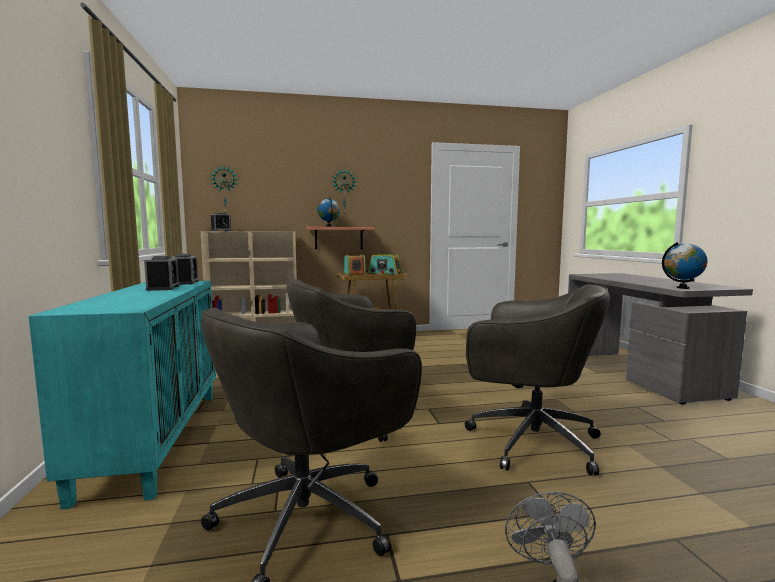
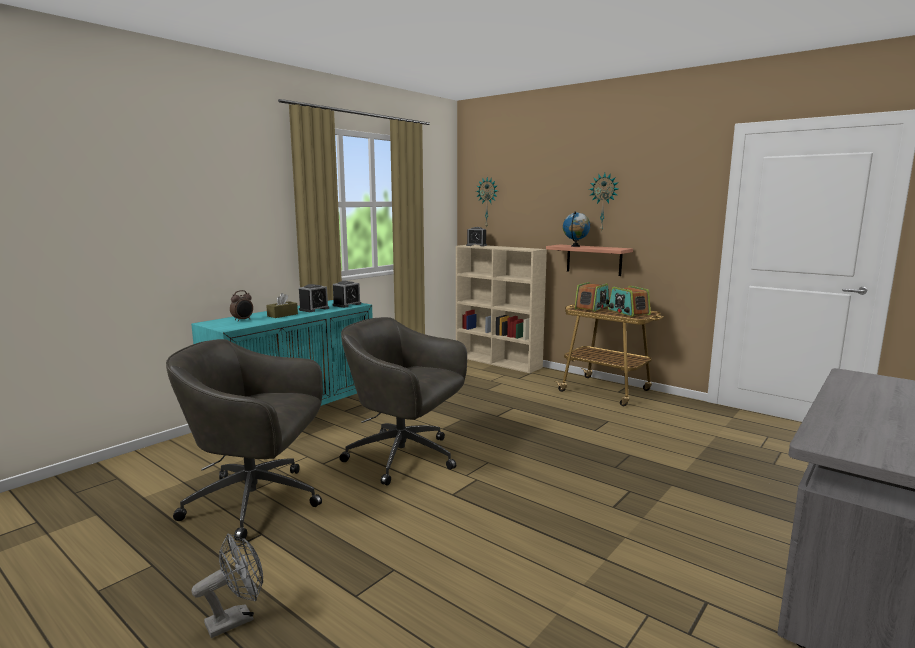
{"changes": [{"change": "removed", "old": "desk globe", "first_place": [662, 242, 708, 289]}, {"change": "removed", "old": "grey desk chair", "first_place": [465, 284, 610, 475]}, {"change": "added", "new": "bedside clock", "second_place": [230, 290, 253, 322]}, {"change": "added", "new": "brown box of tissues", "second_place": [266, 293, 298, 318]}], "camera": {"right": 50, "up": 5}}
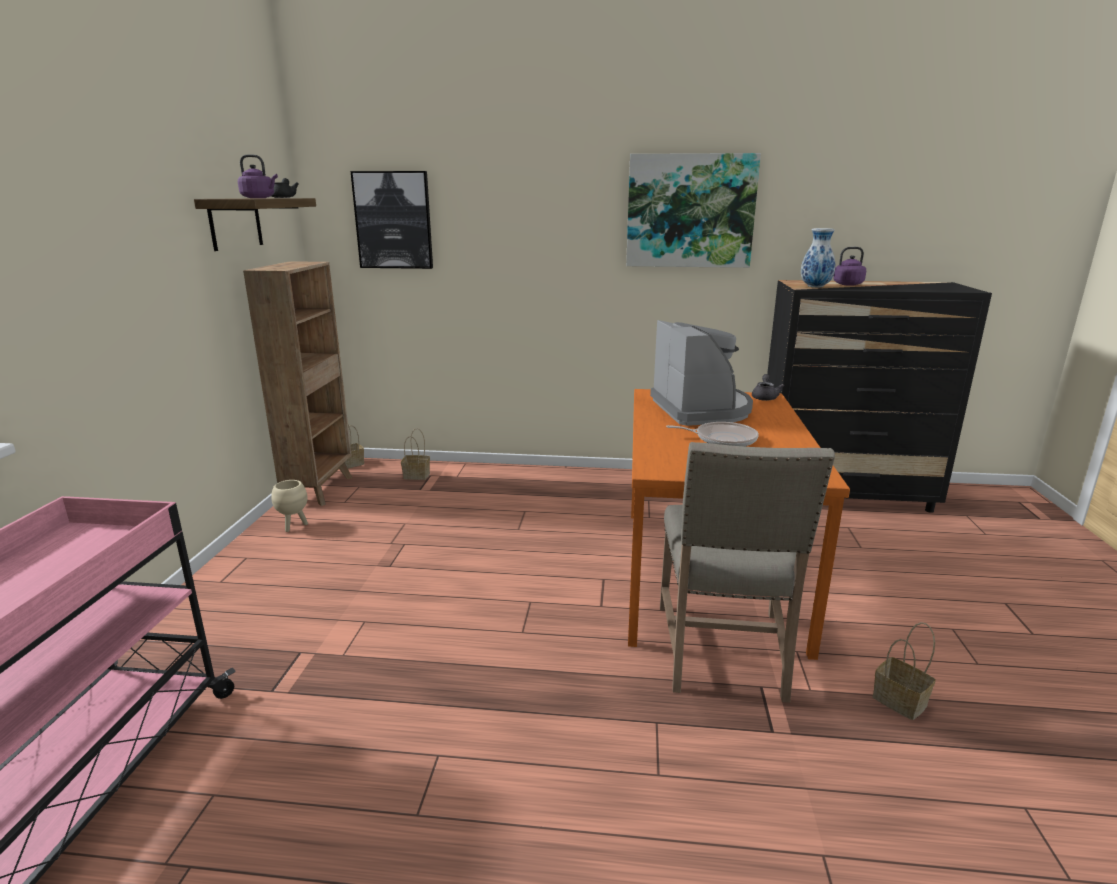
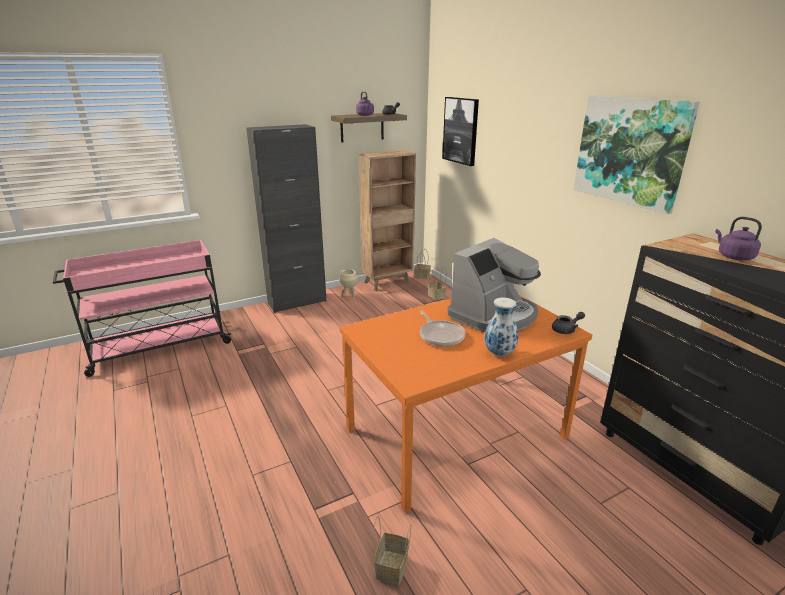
{"changes": [{"change": "moved", "old": "vase", "first_place": [801, 228, 836, 288], "second_place": [485, 297, 518, 356]}, {"change": "removed", "old": "sand-coloured chair", "first_place": [660, 442, 835, 703]}, {"change": "added", "new": "black-coloured cupboard", "second_place": [246, 124, 327, 313]}], "camera": {"right": 55, "up": 5}}
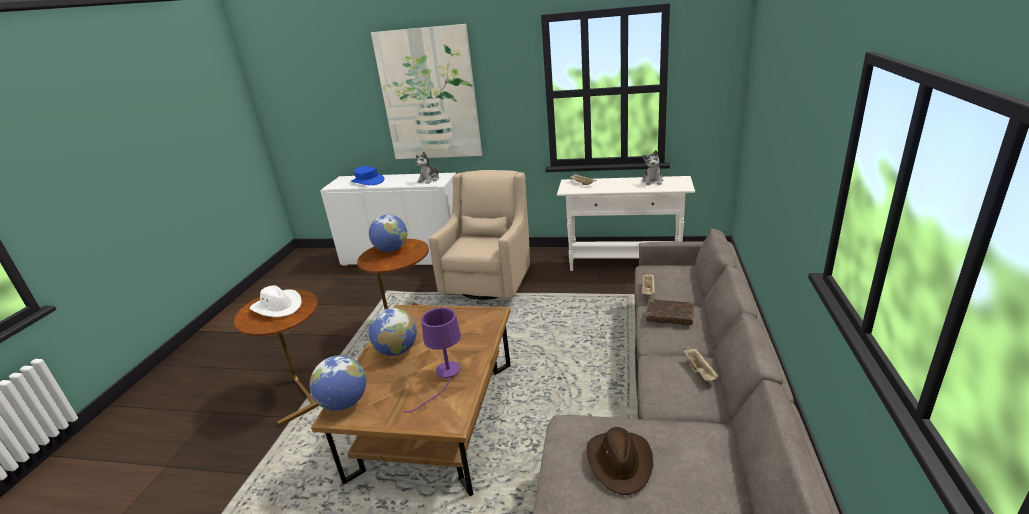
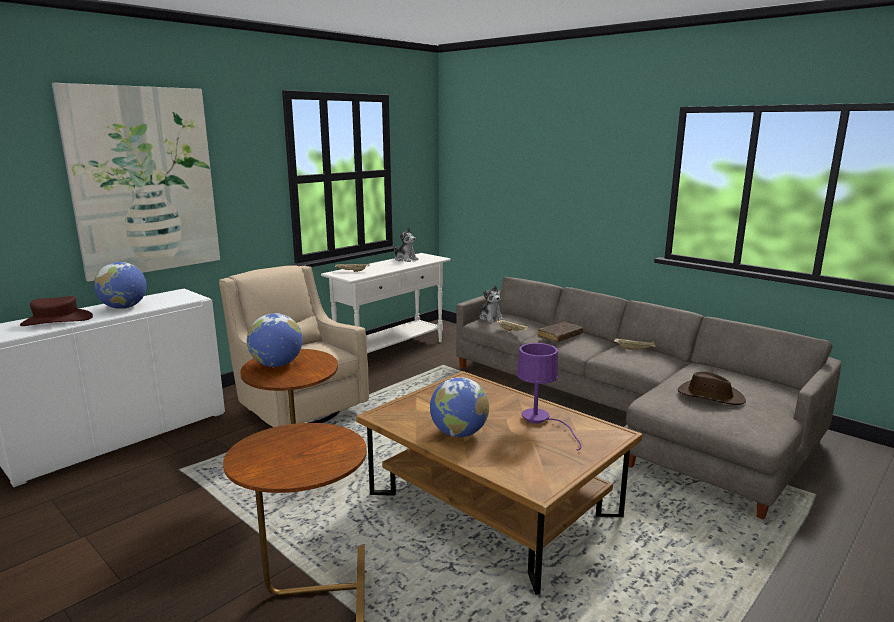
{"changes": [{"change": "moved", "old": "plush toy", "first_place": [415, 152, 439, 184], "second_place": [479, 285, 504, 323]}, {"change": "recoloured", "old": "blue hat", "new": "brown hat", "first_place": [351, 166, 384, 185], "second_place": [20, 296, 93, 326]}, {"change": "removed", "old": "white-coloured hat", "first_place": [250, 285, 302, 317]}, {"change": "moved", "old": "desk globe", "first_place": [310, 355, 366, 411], "second_place": [94, 262, 147, 309]}], "camera": {"right": -60, "up": -10}}
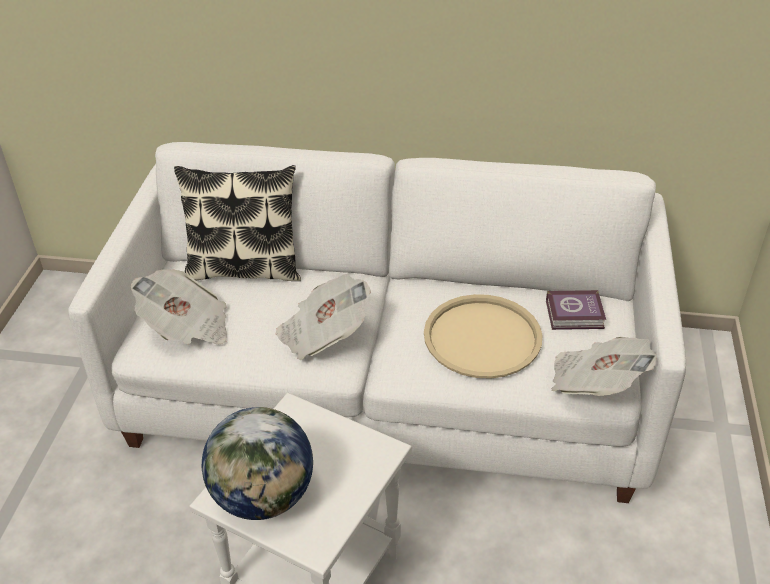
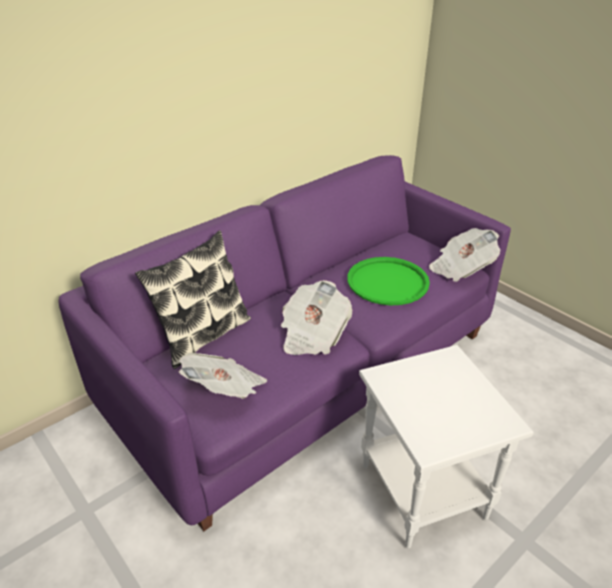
{"changes": [{"change": "recoloured", "old": "white-coloured settee", "new": "purple settee", "first_place": [68, 142, 686, 503], "second_place": [58, 155, 511, 531]}, {"change": "removed", "old": "bound book", "first_place": [546, 290, 606, 330]}, {"change": "recoloured", "old": "sand-coloured tray", "new": "greenish tray", "first_place": [424, 294, 543, 379], "second_place": [347, 257, 430, 305]}, {"change": "removed", "old": "desk globe", "first_place": [202, 407, 313, 520]}], "camera": {"right": -50, "up": -5}}
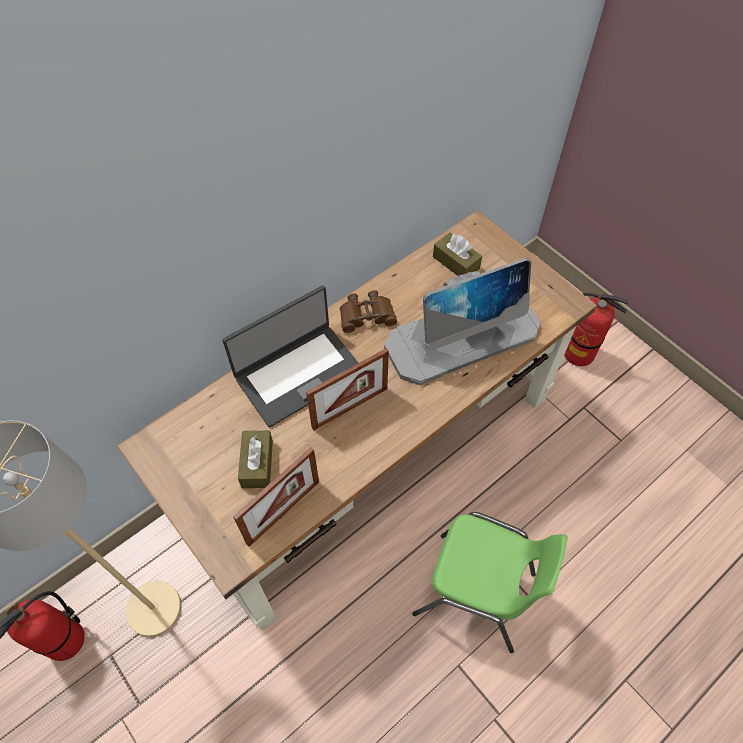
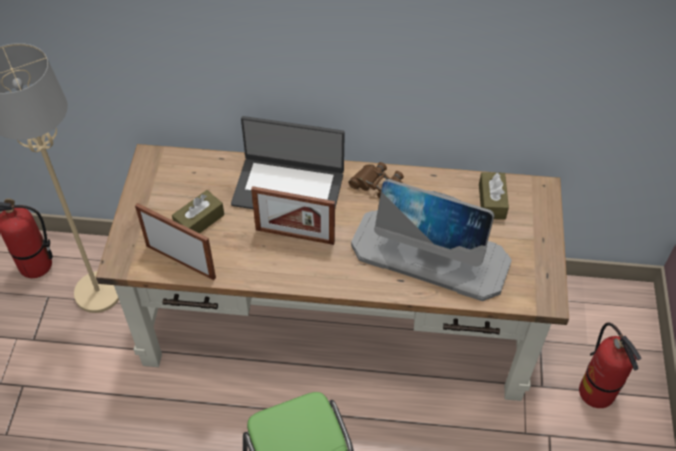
{"changes": [{"change": "turned", "old": "standing frame", "first_place": [233, 447, 319, 547], "second_place": [135, 203, 216, 280], "degrees": -150}], "camera": {"right": 45, "up": -5}}
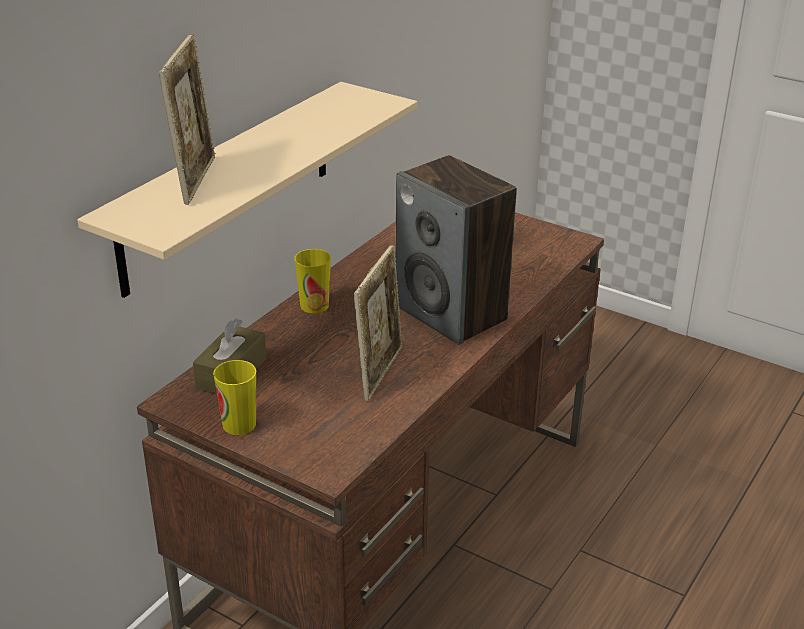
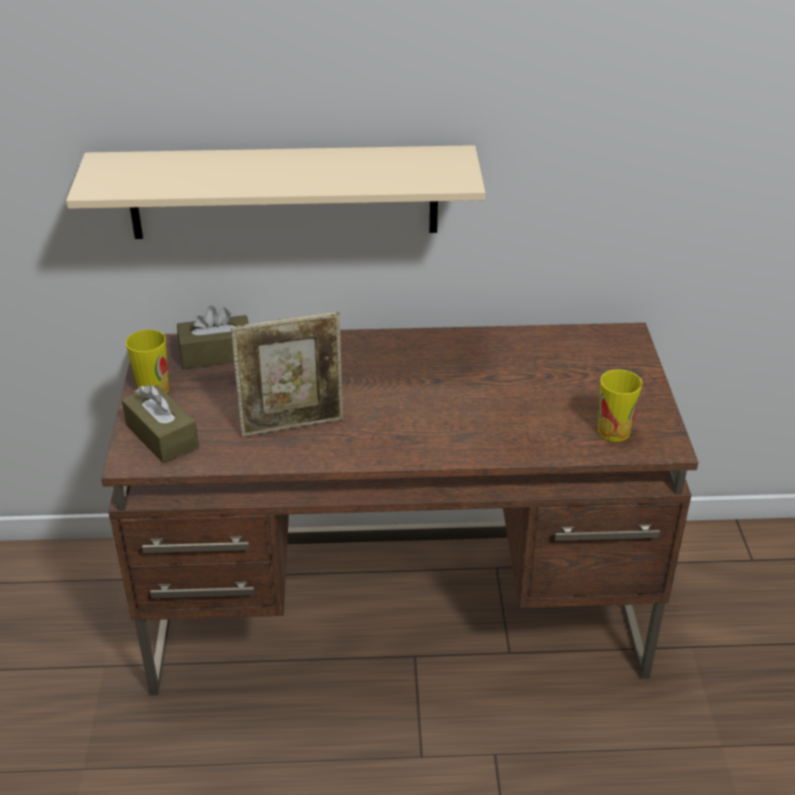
{"changes": [{"change": "removed", "old": "standing frame", "first_place": [159, 34, 215, 205]}, {"change": "removed", "old": "loudspeaker", "first_place": [396, 155, 517, 345]}, {"change": "moved", "old": "small cup", "first_place": [295, 249, 331, 313], "second_place": [598, 369, 642, 442]}, {"change": "added", "new": "brown box of tissues", "second_place": [122, 384, 199, 464]}], "camera": {"right": 55, "up": 5}}
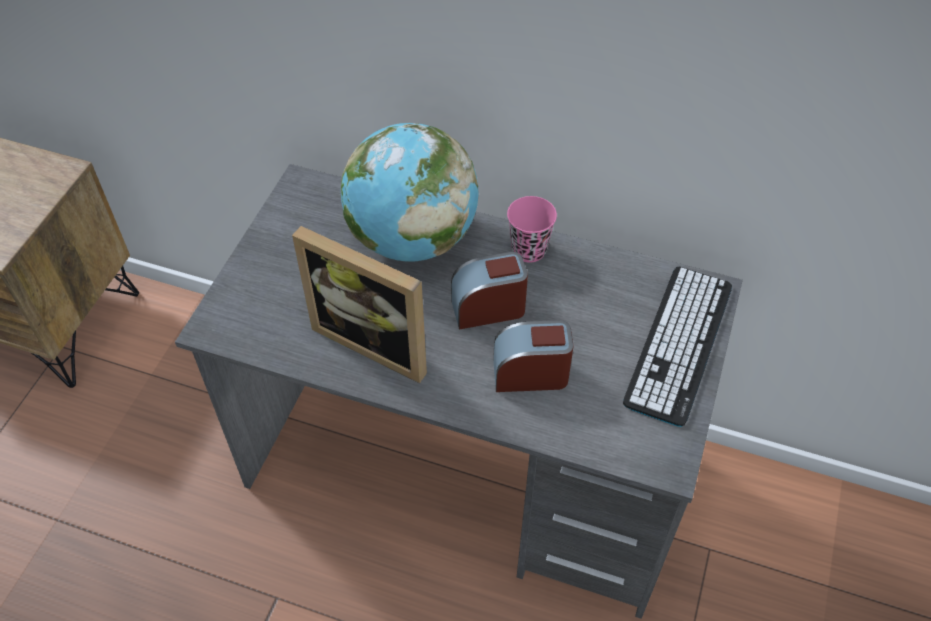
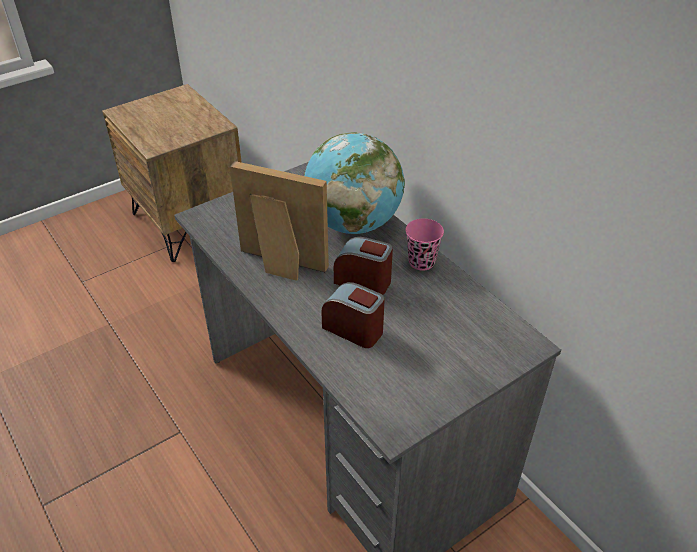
{"changes": [{"change": "turned", "old": "standing frame", "first_place": [292, 226, 427, 383], "second_place": [230, 161, 329, 281], "degrees": 135}, {"change": "removed", "old": "keyboard", "first_place": [623, 266, 732, 427]}], "camera": {"right": 35, "up": -10}}
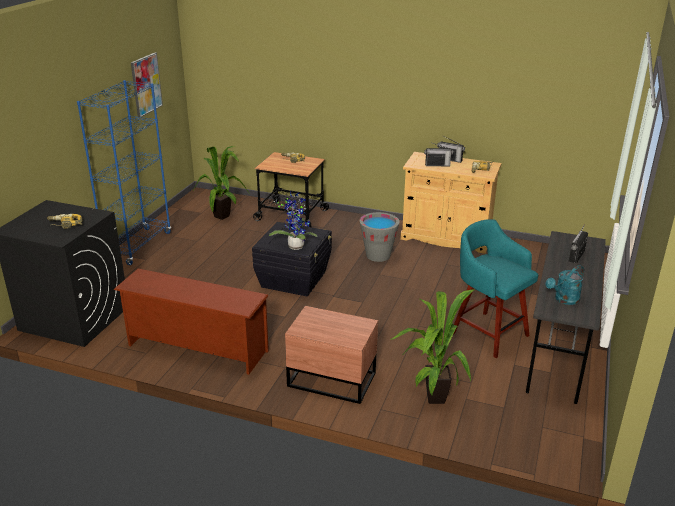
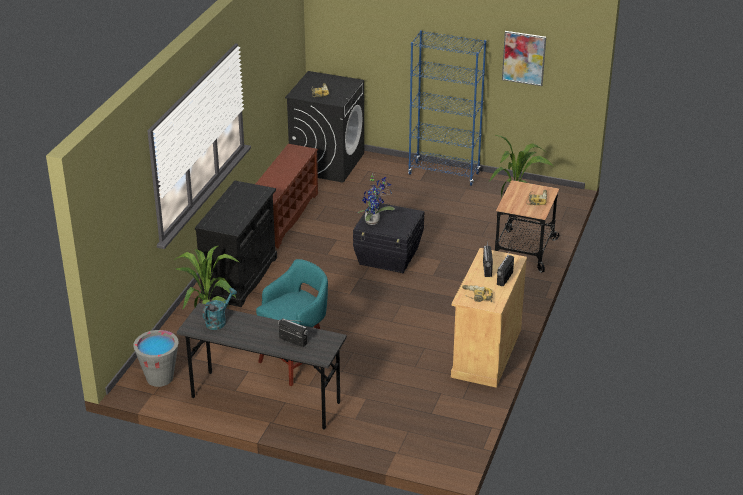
{"changes": [{"change": "moved", "old": "grey water bucket", "first_place": [360, 212, 400, 262], "second_place": [133, 330, 179, 387]}, {"change": "turned", "old": "blue-green sprinkling can", "first_place": [545, 265, 584, 305], "second_place": [202, 288, 237, 330], "degrees": 75}, {"change": "replaced", "old": "brown night table", "new": "black-coloured cupboard", "first_place": [285, 306, 378, 404], "second_place": [195, 181, 277, 307]}], "camera": {"right": 90, "up": 5}}
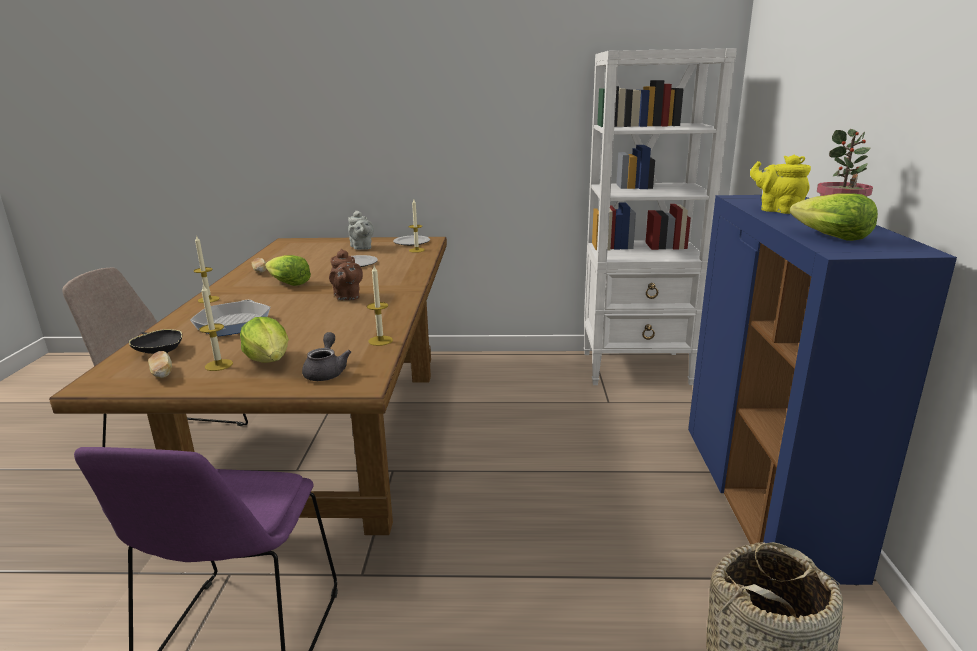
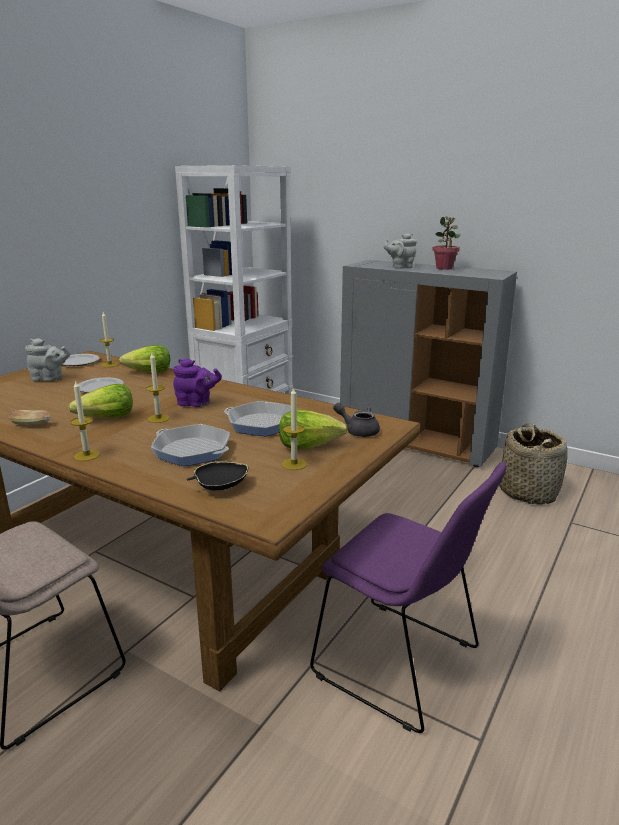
{"changes": [{"change": "recoloured", "old": "yellow-coloured teapot", "new": "grey teapot", "first_place": [750, 155, 811, 214], "second_place": [384, 233, 417, 269]}, {"change": "moved", "old": "lettuce", "first_place": [790, 194, 878, 241], "second_place": [119, 345, 170, 373]}, {"change": "recoloured", "old": "blue cupboard", "new": "grey cupboard", "first_place": [688, 195, 957, 585], "second_place": [340, 260, 517, 467]}, {"change": "recoloured", "old": "brown teapot", "new": "purple teapot", "first_place": [329, 249, 363, 300], "second_place": [173, 359, 222, 407]}, {"change": "moved", "old": "wax light", "first_place": [367, 266, 393, 346], "second_place": [146, 353, 169, 423]}, {"change": "removed", "old": "bread", "first_place": [148, 351, 172, 378]}, {"change": "added", "new": "skillet", "second_place": [224, 401, 291, 436]}], "camera": {"right": -60, "up": 0}}
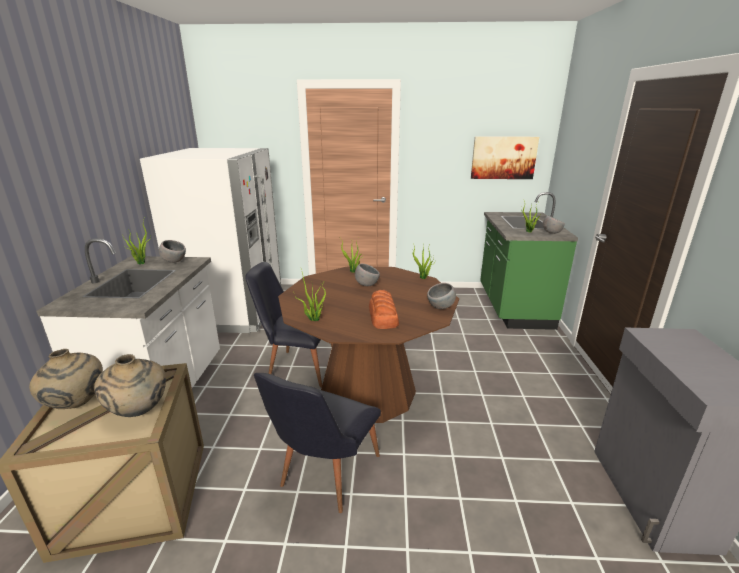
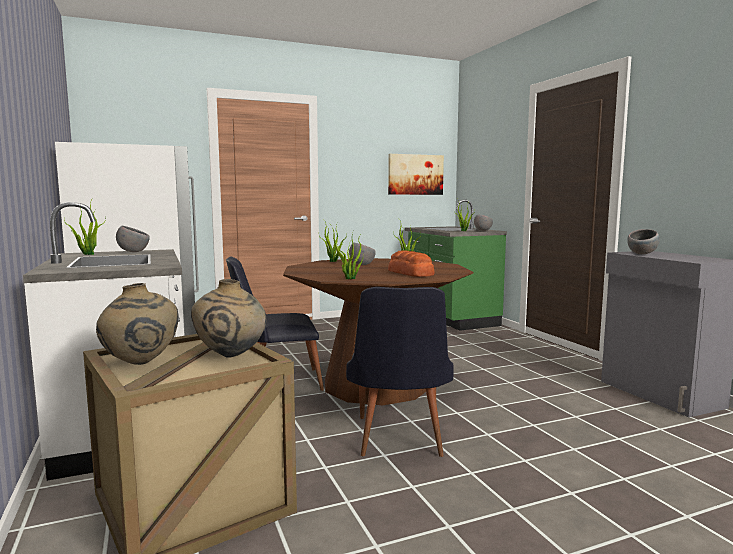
{"changes": [{"change": "moved", "old": "grey bowl", "first_place": [427, 283, 456, 309], "second_place": [627, 229, 660, 254]}], "camera": {"right": -25, "up": -15}}
